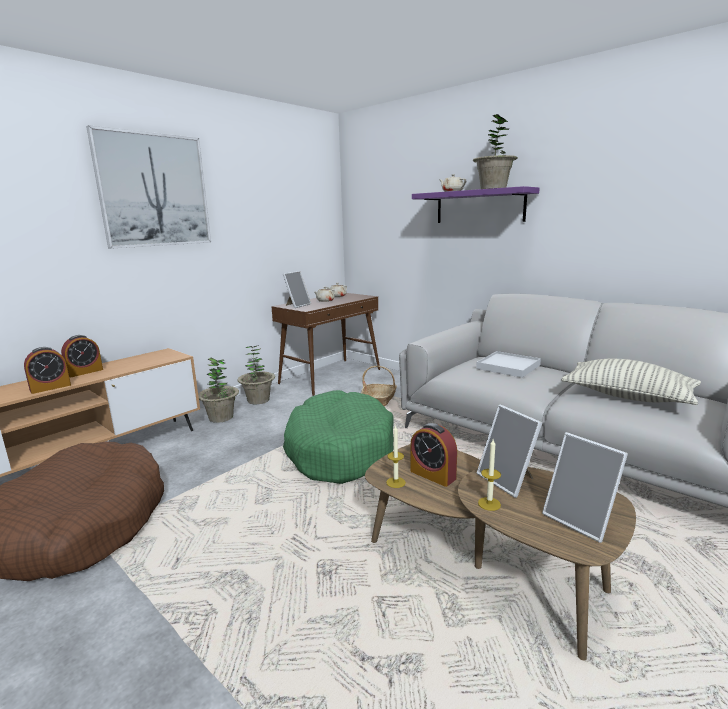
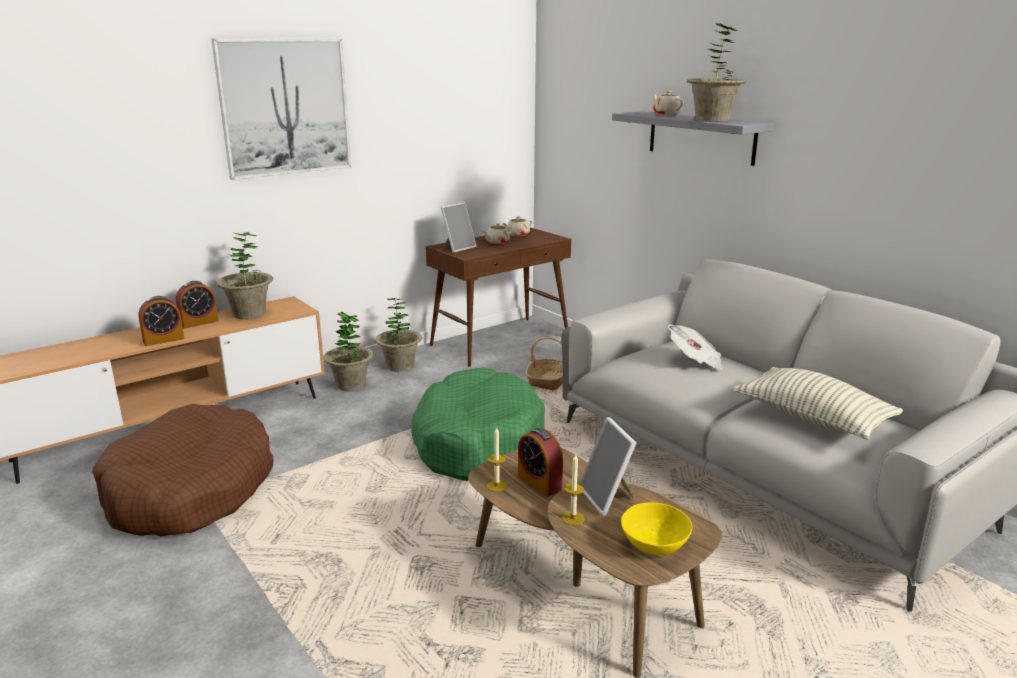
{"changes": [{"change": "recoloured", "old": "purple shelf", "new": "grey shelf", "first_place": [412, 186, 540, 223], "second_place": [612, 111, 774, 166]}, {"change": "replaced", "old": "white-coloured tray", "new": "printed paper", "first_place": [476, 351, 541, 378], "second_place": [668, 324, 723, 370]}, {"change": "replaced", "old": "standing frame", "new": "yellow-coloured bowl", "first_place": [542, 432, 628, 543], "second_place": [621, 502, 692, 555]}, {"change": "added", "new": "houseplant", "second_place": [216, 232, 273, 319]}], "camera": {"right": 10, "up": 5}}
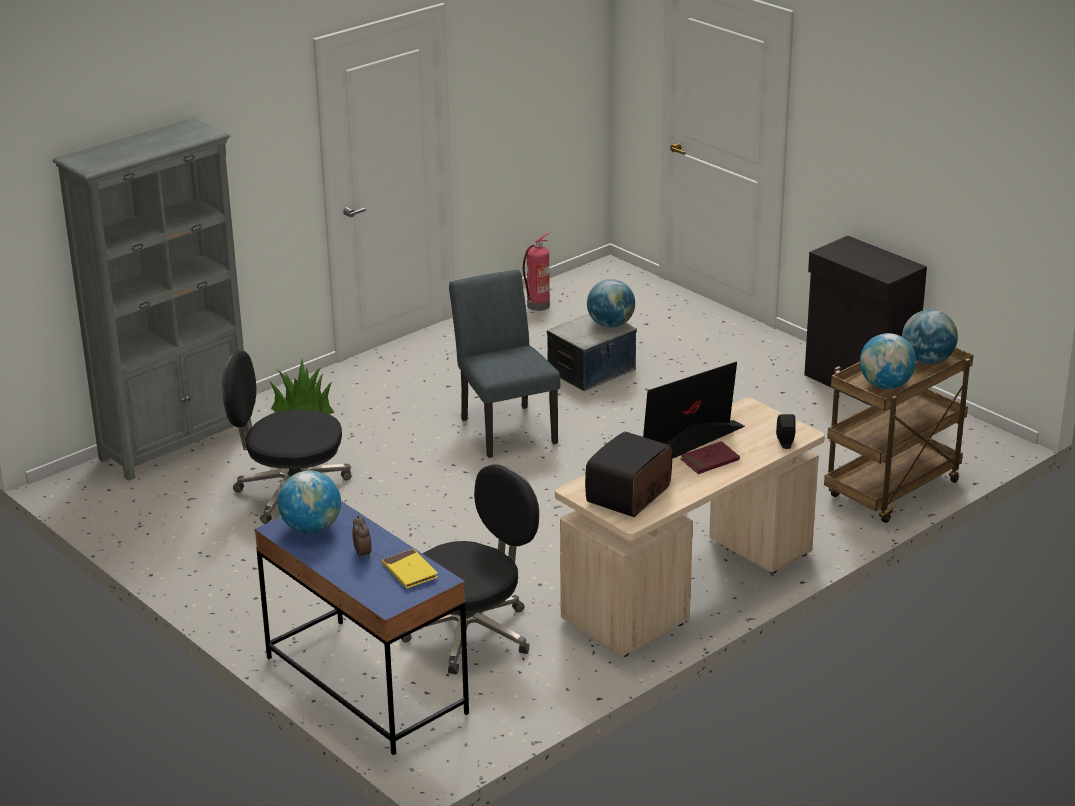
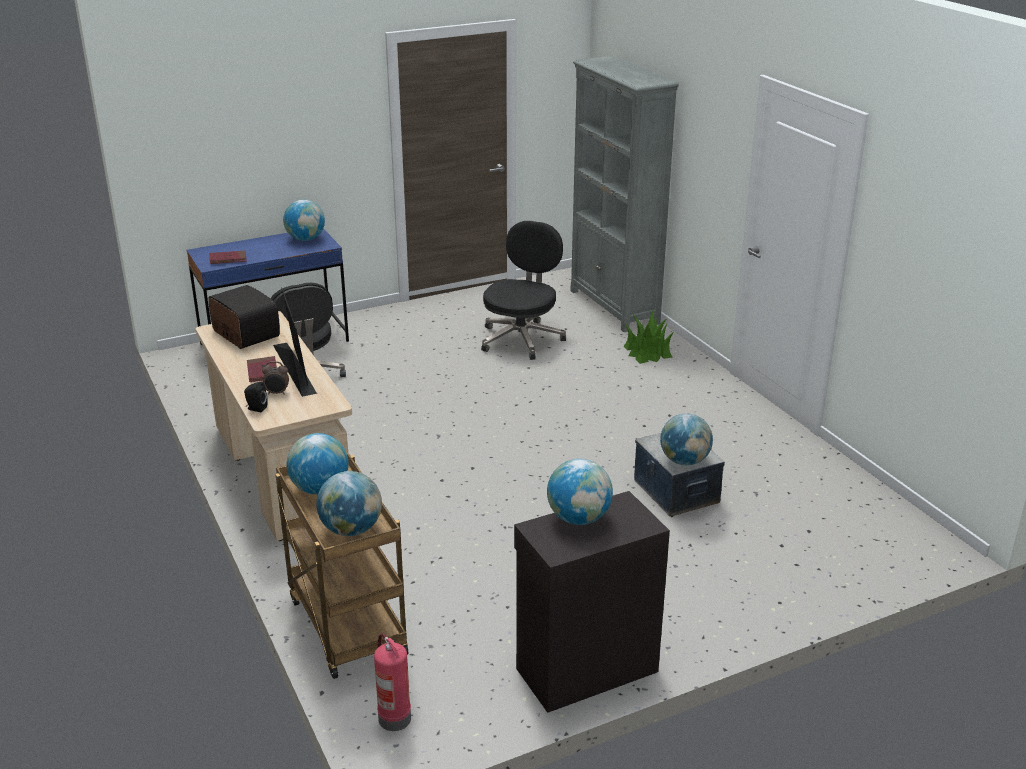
{"changes": [{"change": "moved", "old": "fire-fighting cylinder", "first_place": [523, 233, 550, 311], "second_place": [374, 633, 411, 731]}, {"change": "removed", "old": "grey chair", "first_place": [449, 270, 560, 458]}, {"change": "moved", "old": "bedside clock", "first_place": [352, 515, 371, 559], "second_place": [262, 361, 289, 395]}, {"change": "recoloured", "old": "yellow-coloured bound book", "new": "reddish bound book", "first_place": [382, 549, 438, 589], "second_place": [209, 250, 247, 264]}, {"change": "added", "new": "desk globe", "second_place": [547, 459, 613, 525]}], "camera": {"right": 105, "up": 0}}
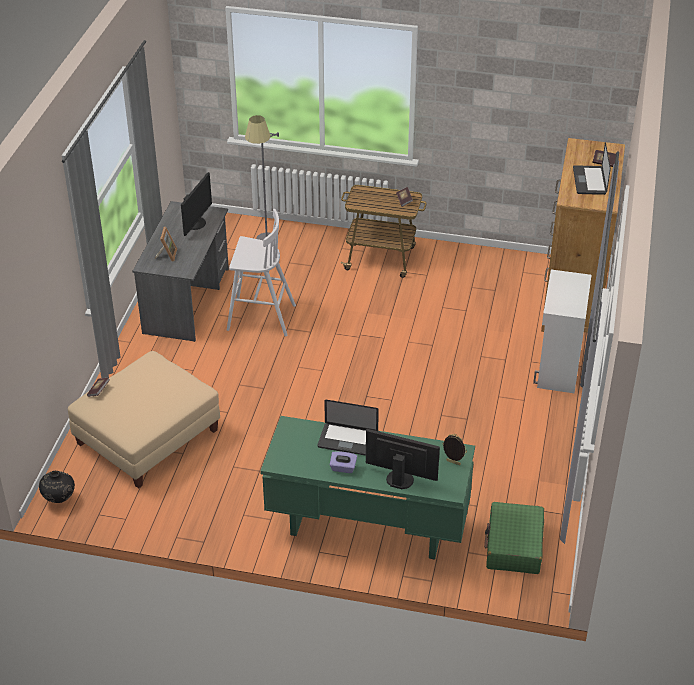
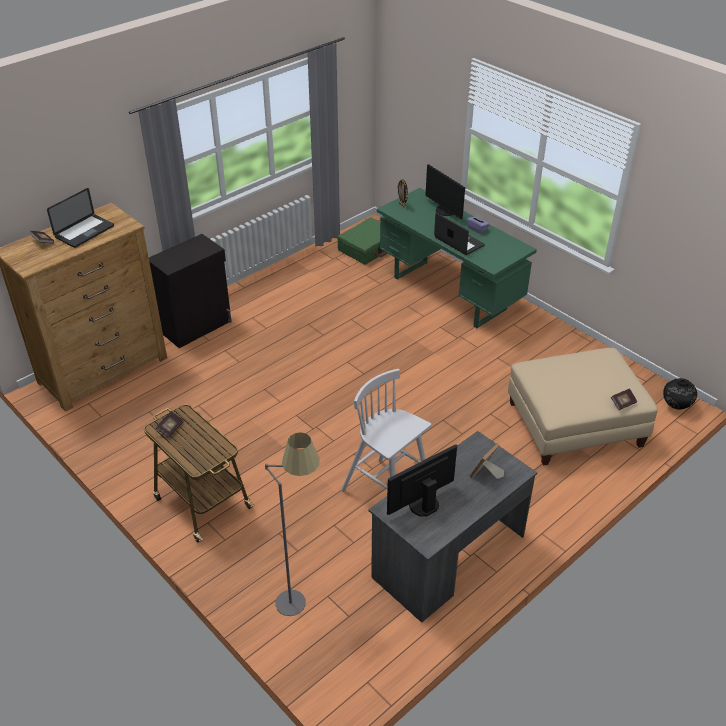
{"changes": [{"change": "recoloured", "old": "white-coloured cupboard", "new": "black-coloured cupboard", "first_place": [533, 269, 591, 393], "second_place": [149, 234, 232, 348]}], "camera": {"right": -145, "up": 0}}
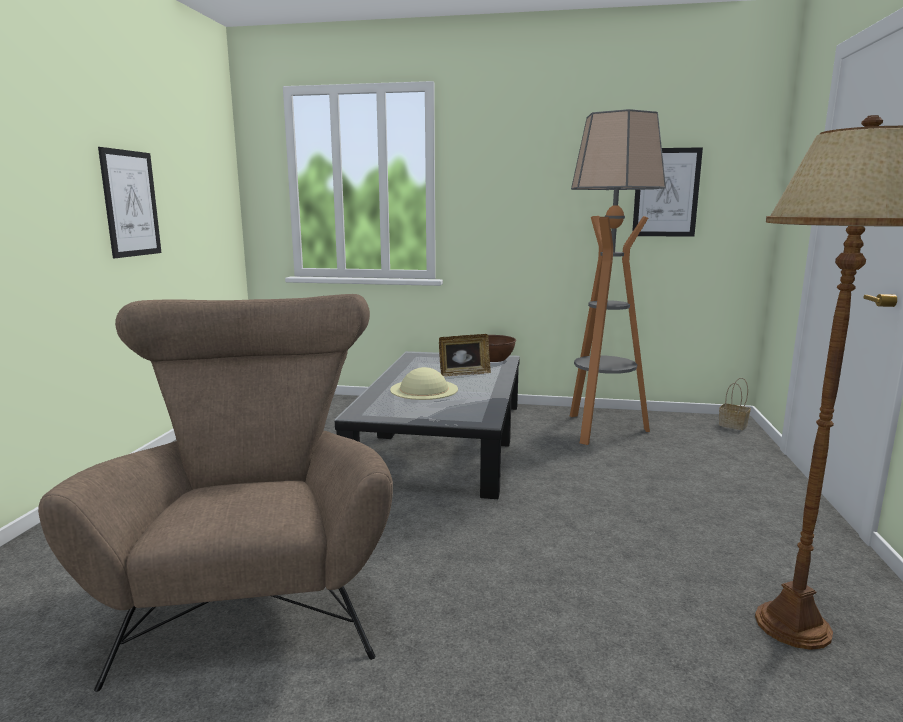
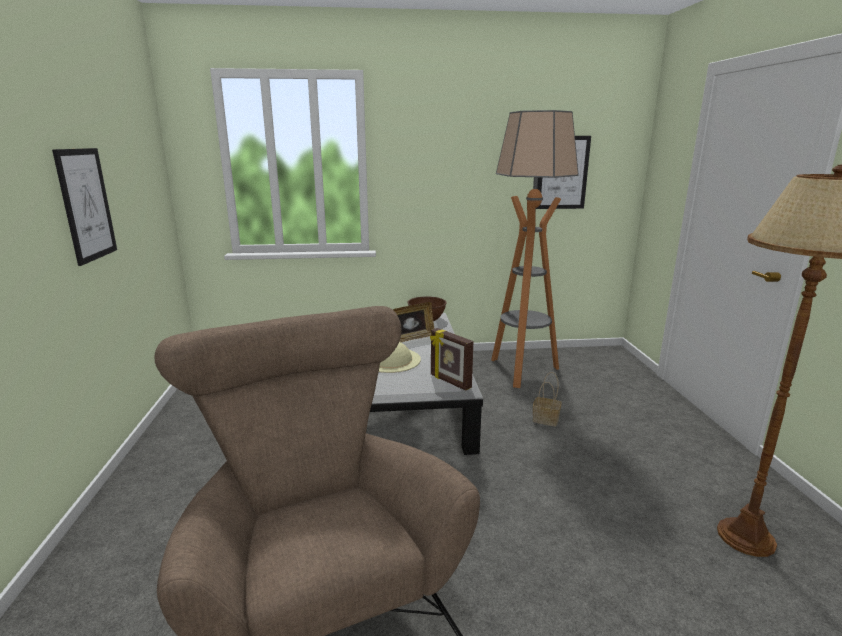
{"changes": [{"change": "moved", "old": "storage basket", "first_place": [719, 378, 751, 430], "second_place": [533, 372, 562, 427]}, {"change": "added", "new": "standing frame", "second_place": [430, 328, 473, 391]}], "camera": {"right": -15, "up": 5}}
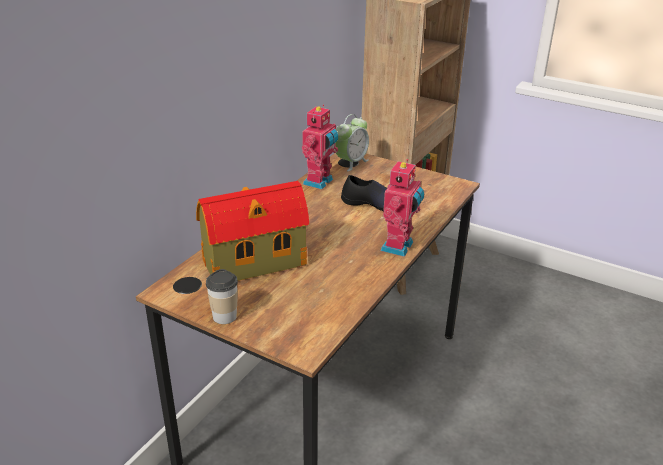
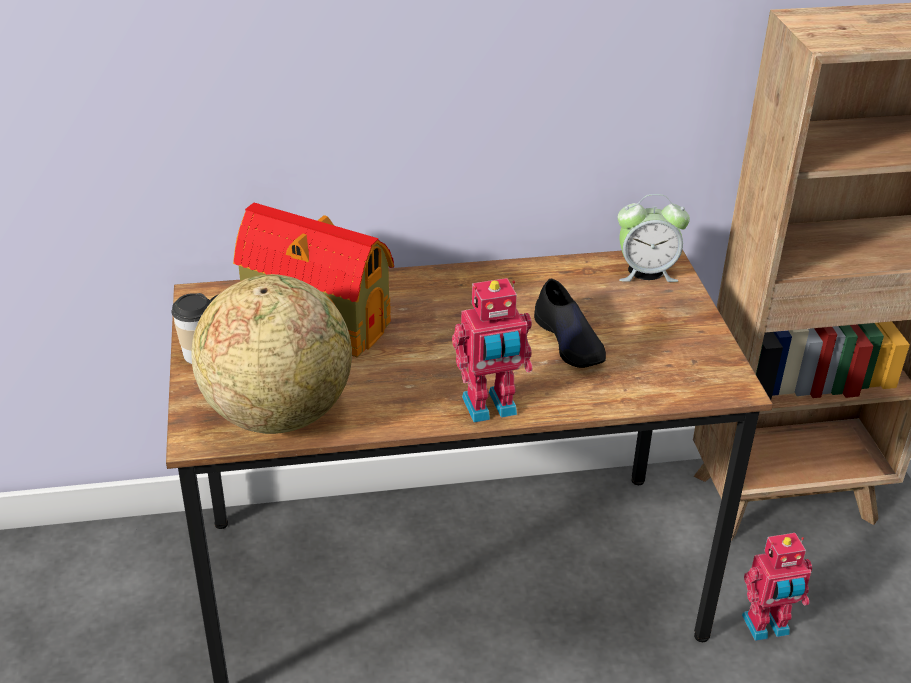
{"changes": [{"change": "moved", "old": "toy robot", "first_place": [302, 105, 338, 189], "second_place": [742, 533, 812, 641]}, {"change": "added", "new": "desk globe", "second_place": [191, 274, 352, 434]}], "camera": {"right": 50, "up": 5}}
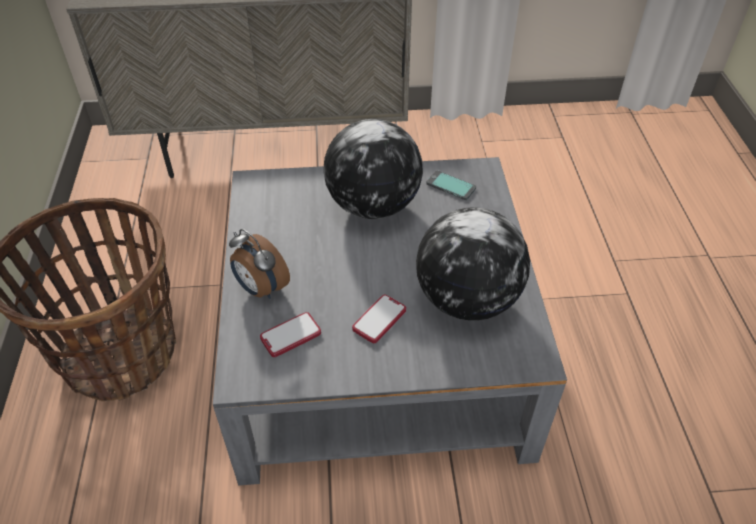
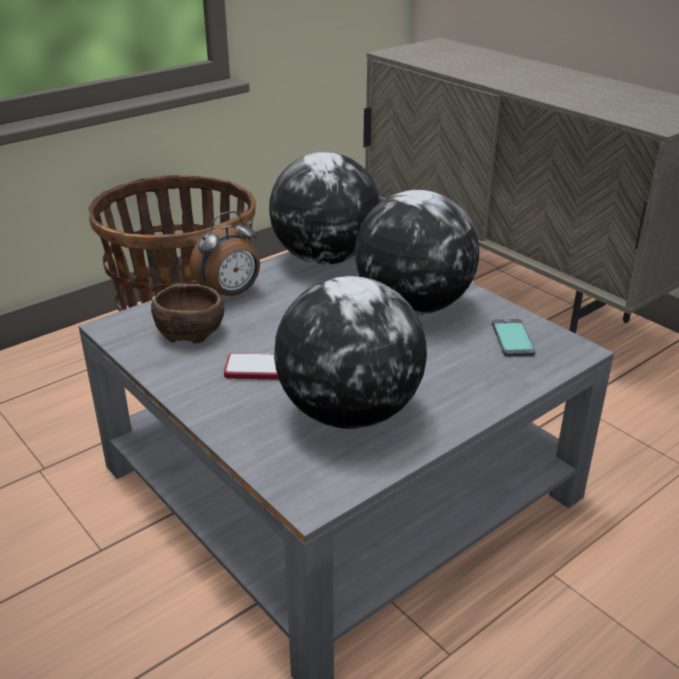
{"changes": [{"change": "turned", "old": "bedside clock", "first_place": [229, 229, 290, 299], "second_place": [190, 211, 260, 296], "degrees": -135}, {"change": "replaced", "old": "phone", "new": "brown bowl", "first_place": [260, 312, 321, 357], "second_place": [151, 284, 224, 344]}, {"change": "added", "new": "desk globe", "second_place": [269, 152, 380, 265]}], "camera": {"right": 55, "up": -15}}
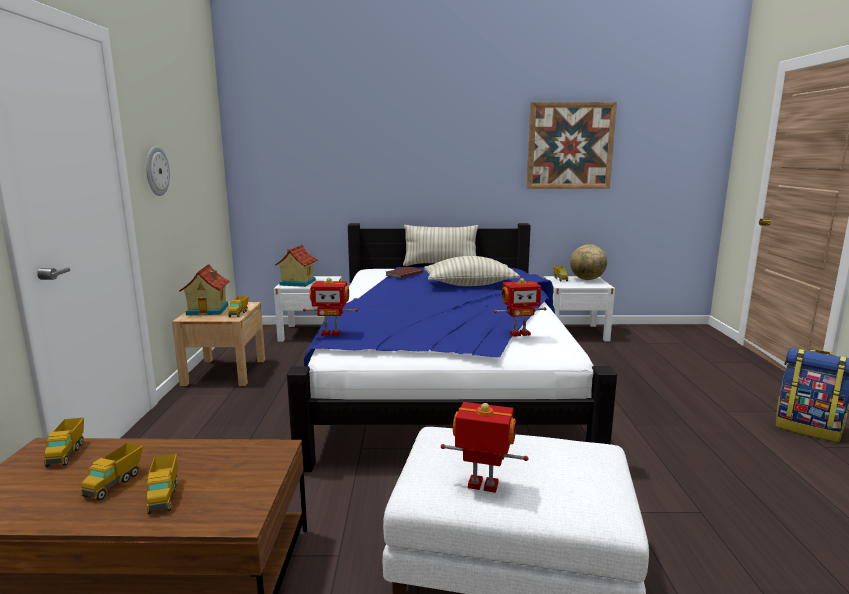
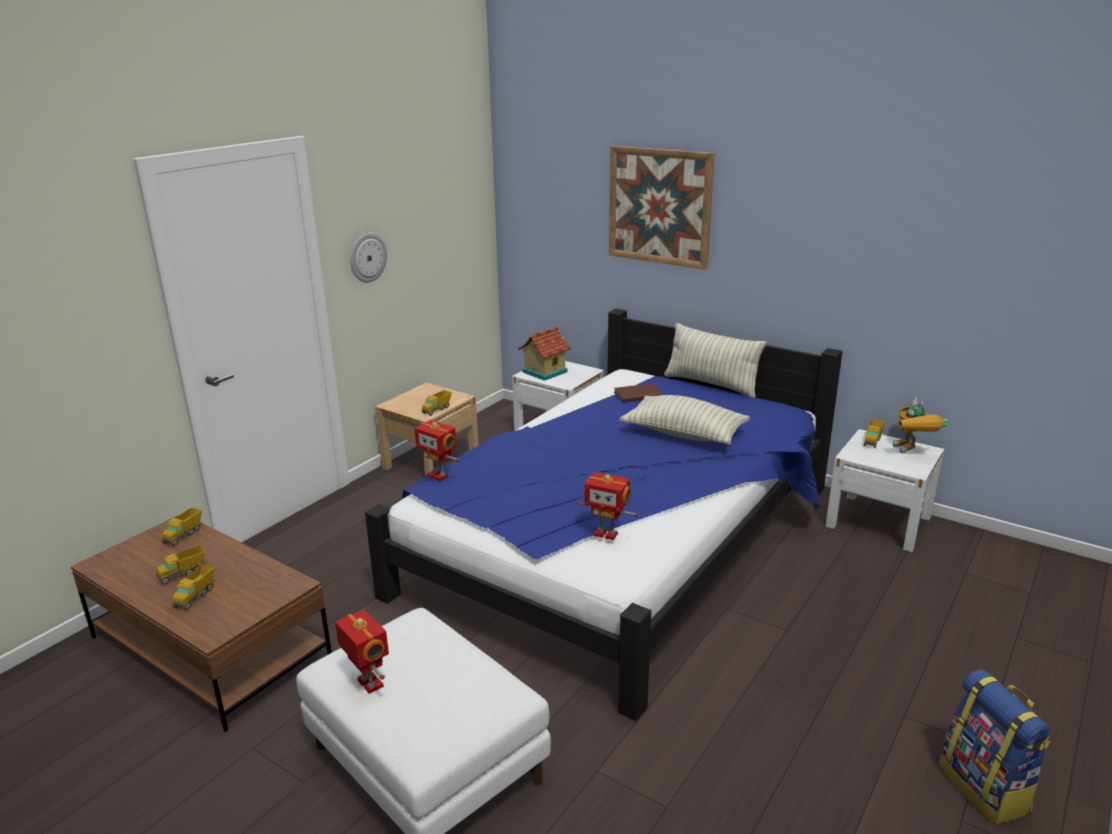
{"changes": [{"change": "moved", "old": "wall picture", "first_place": [527, 102, 617, 189], "second_place": [609, 146, 715, 270]}, {"change": "replaced", "old": "desk globe", "new": "toy robot", "first_place": [570, 244, 607, 280], "second_place": [893, 397, 949, 453]}, {"change": "removed", "old": "model house", "first_place": [179, 264, 230, 316]}], "camera": {"right": 35, "up": 10}}
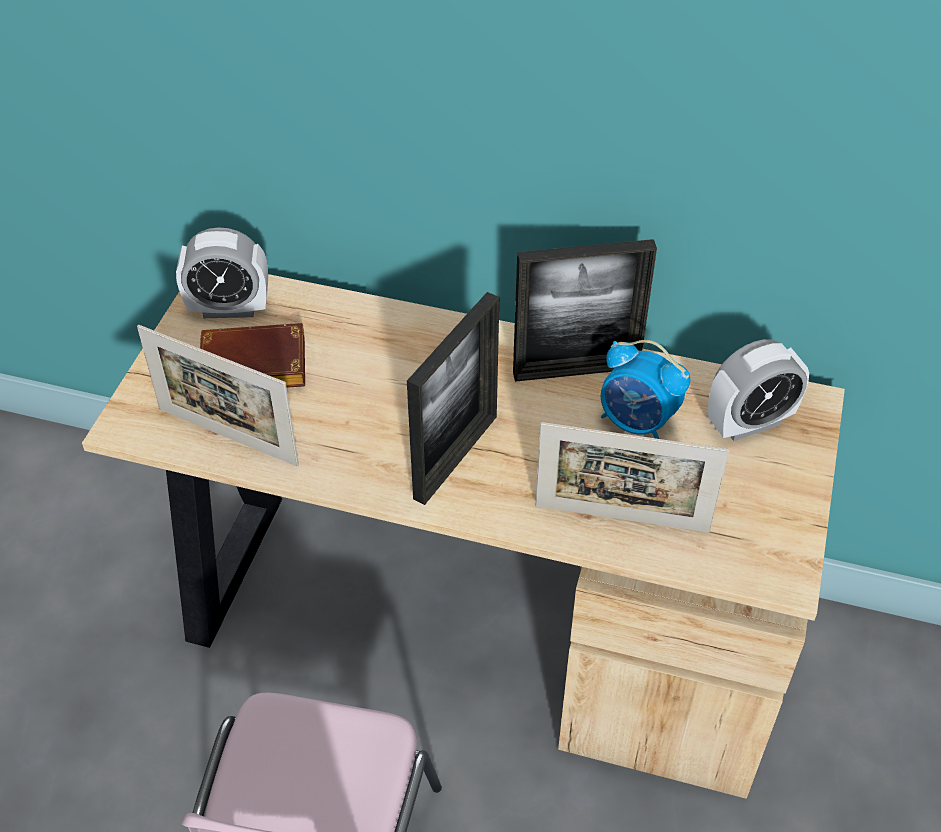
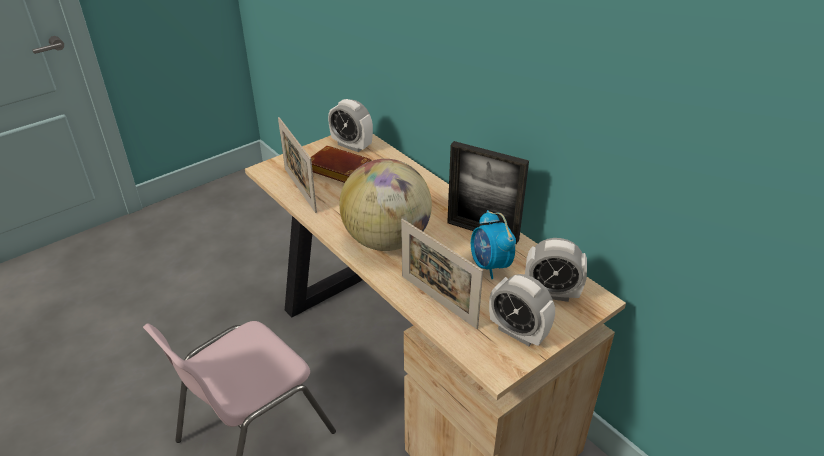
{"changes": [{"change": "replaced", "old": "standing frame", "new": "desk globe", "first_place": [407, 292, 499, 505], "second_place": [339, 159, 432, 251]}, {"change": "added", "new": "bedside clock", "second_place": [489, 274, 555, 346]}], "camera": {"right": 35, "up": -10}}
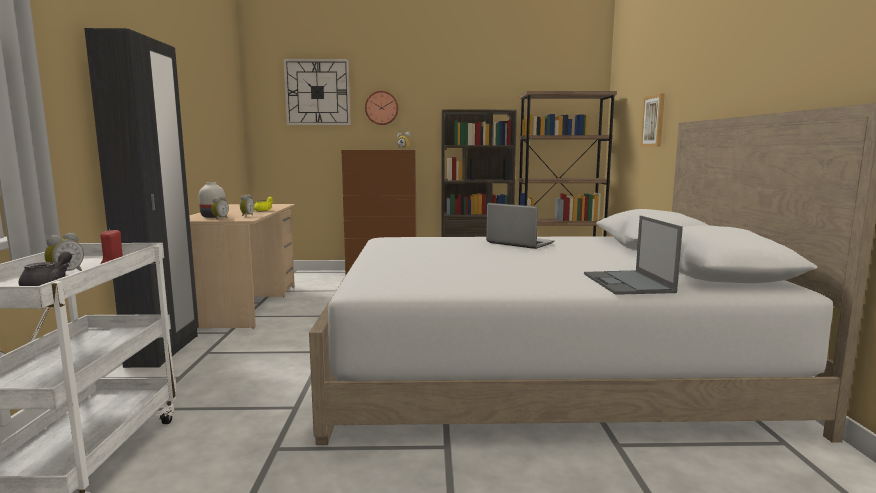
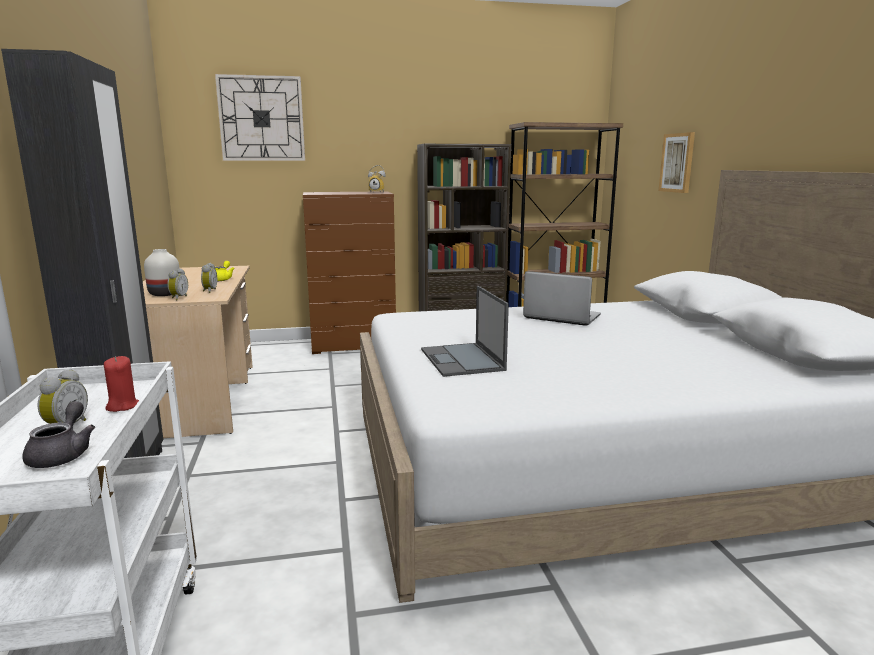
{"changes": [{"change": "removed", "old": "wall clock", "first_place": [365, 91, 398, 125]}, {"change": "moved", "old": "laptop", "first_place": [584, 216, 683, 295], "second_place": [421, 286, 509, 377]}], "camera": {"right": -10, "up": 5}}
